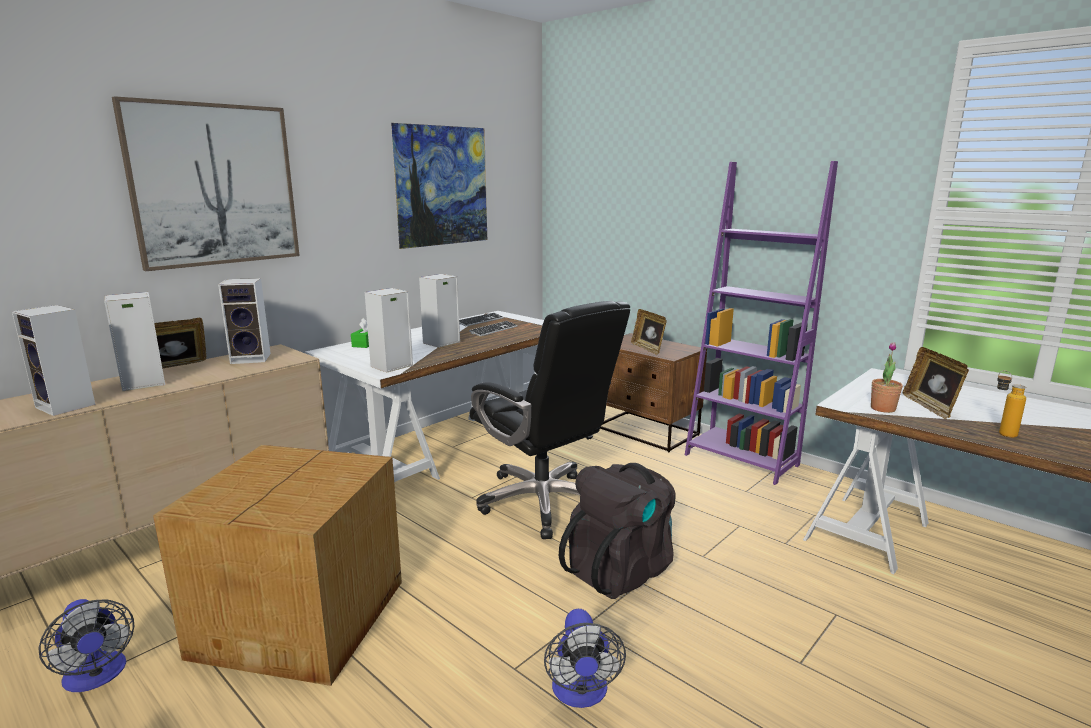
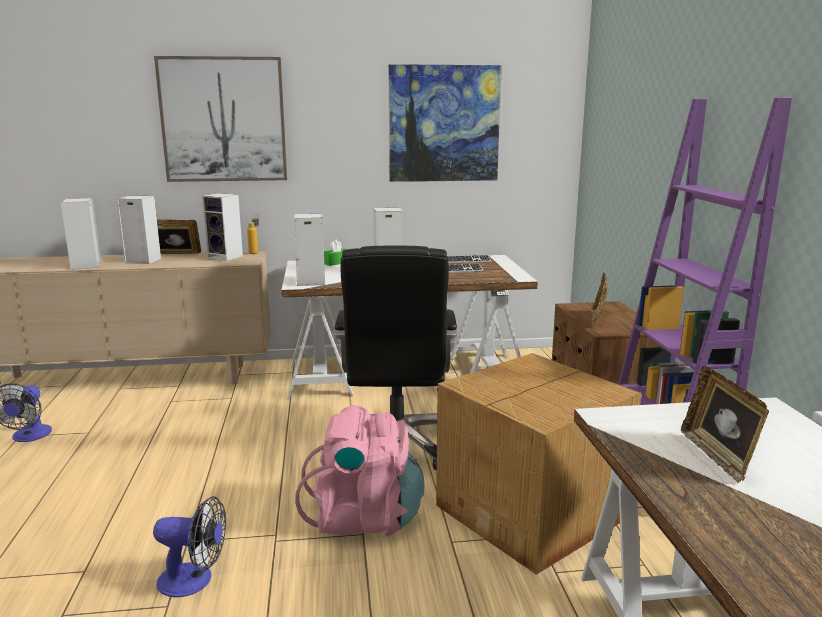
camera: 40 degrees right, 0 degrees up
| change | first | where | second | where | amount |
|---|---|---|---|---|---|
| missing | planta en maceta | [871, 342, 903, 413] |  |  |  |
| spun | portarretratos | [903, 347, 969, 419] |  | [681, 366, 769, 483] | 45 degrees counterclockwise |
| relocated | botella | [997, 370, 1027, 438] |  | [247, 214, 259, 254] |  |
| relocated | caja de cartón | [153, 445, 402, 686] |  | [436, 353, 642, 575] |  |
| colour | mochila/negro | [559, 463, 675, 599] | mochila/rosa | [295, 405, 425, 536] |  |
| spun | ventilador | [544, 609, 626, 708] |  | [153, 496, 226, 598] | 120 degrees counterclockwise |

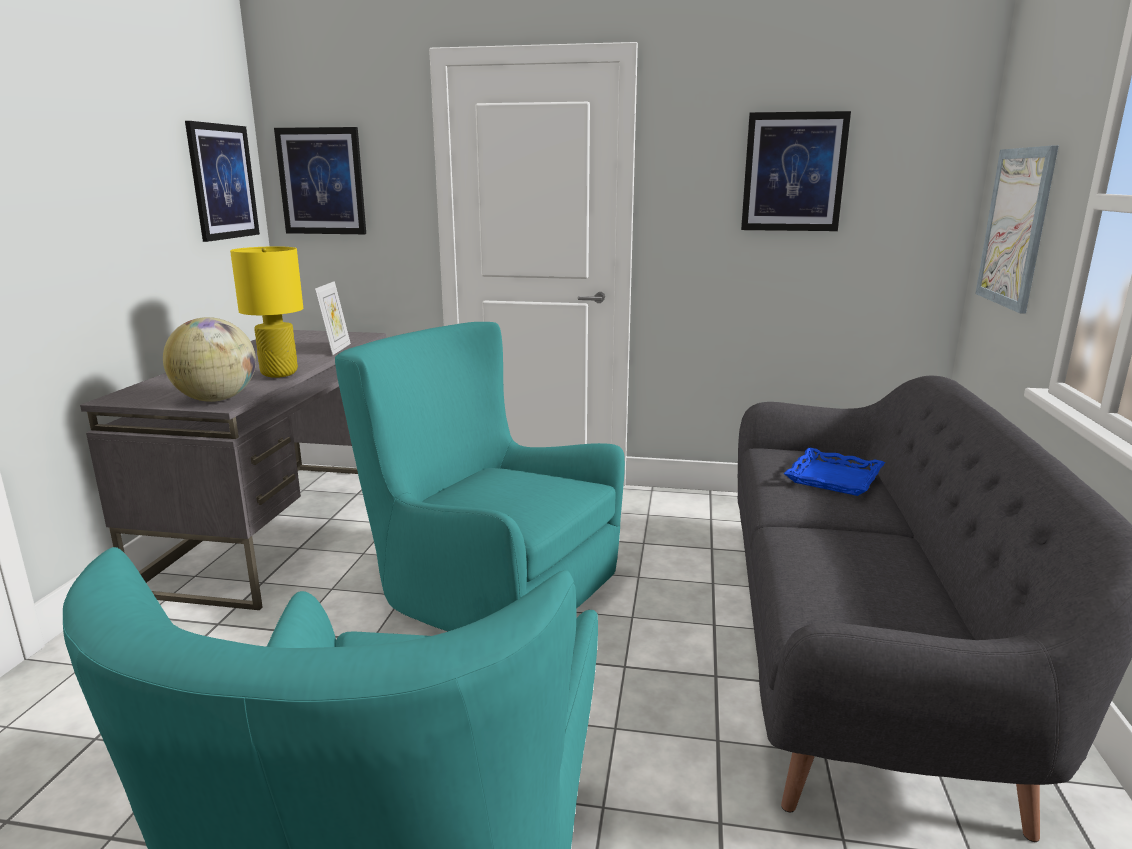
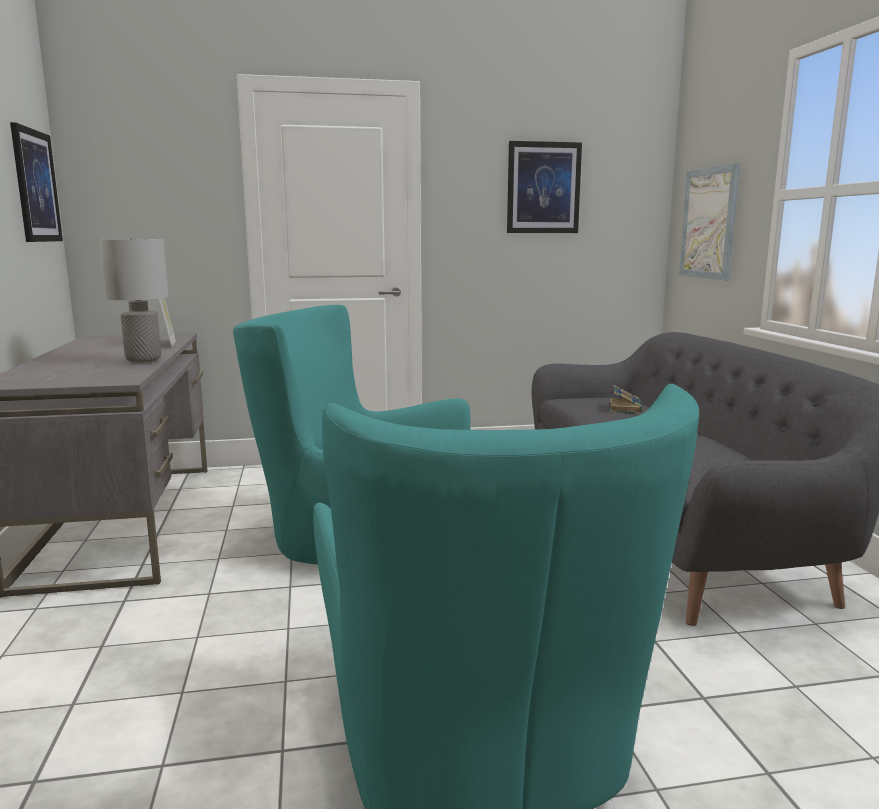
camera: 20 degrees left, 5 degrees down
| change | first | where | second | where | amount |
|---|---|---|---|---|---|
| missing | cuadro | [274, 127, 366, 234] |  |  |  |
| colour | lámpara de mesa/amarillo | [230, 246, 303, 378] | lámpara de mesa/gris | [99, 238, 169, 363] |  |
| missing | globo terráqueo | [163, 317, 256, 402] |  |  |  |
| exchanged | bandeja/azul | [784, 447, 885, 496] | libro | [608, 385, 642, 414] |  |

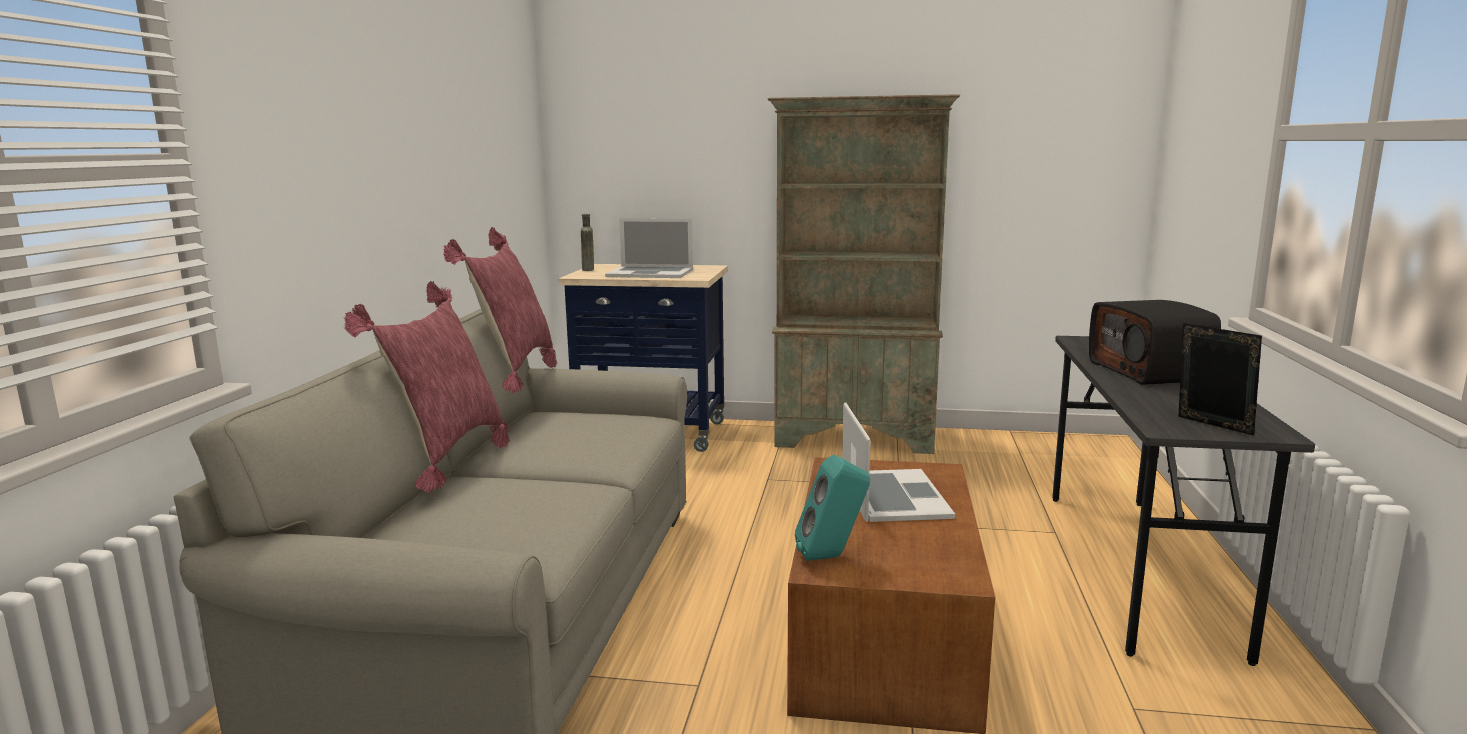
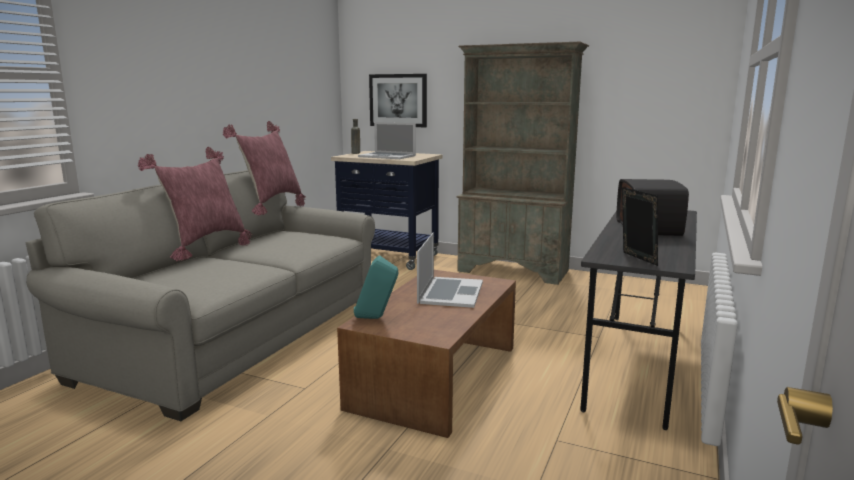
camera: 15 degrees right, 0 degrees up
| change | first | where | second | where | amount |
|---|---|---|---|---|---|
| appeared |  |  | cuadro | [369, 74, 427, 127] |  |

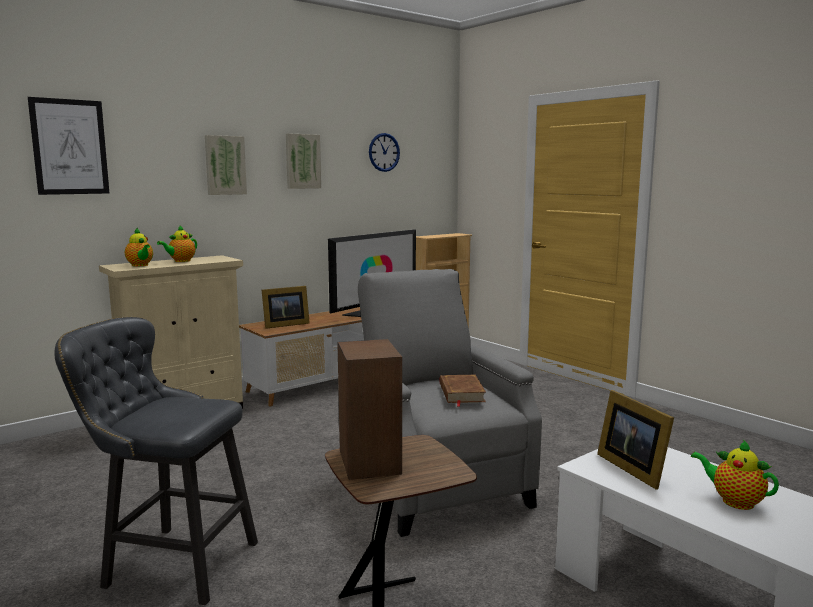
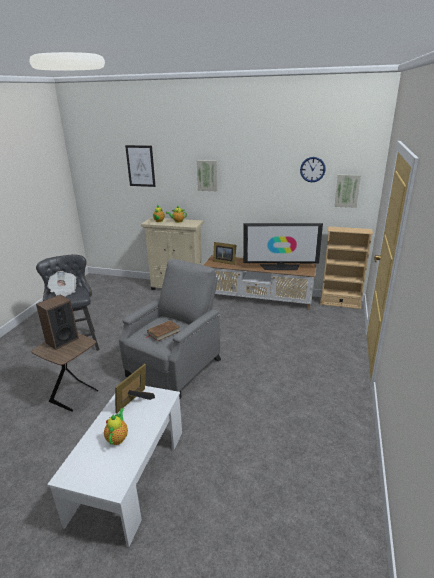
camera: 55 degrees right, 15 degrees up
| change | first | where | second | where | amount |
|---|---|---|---|---|---|
| relocated | cuadro | [286, 133, 321, 189] |  | [334, 174, 361, 208] |  |
| appeared |  |  | periódico | [47, 271, 76, 297] |  |

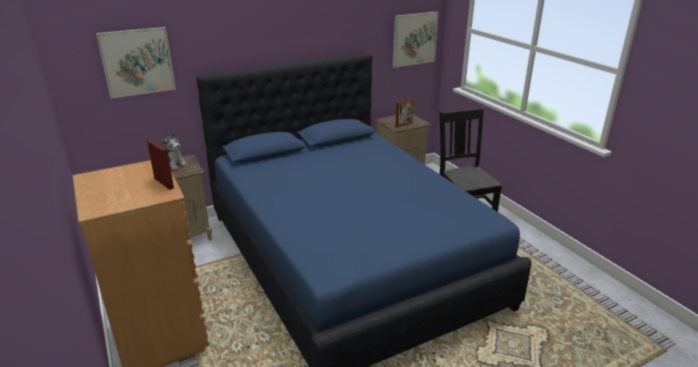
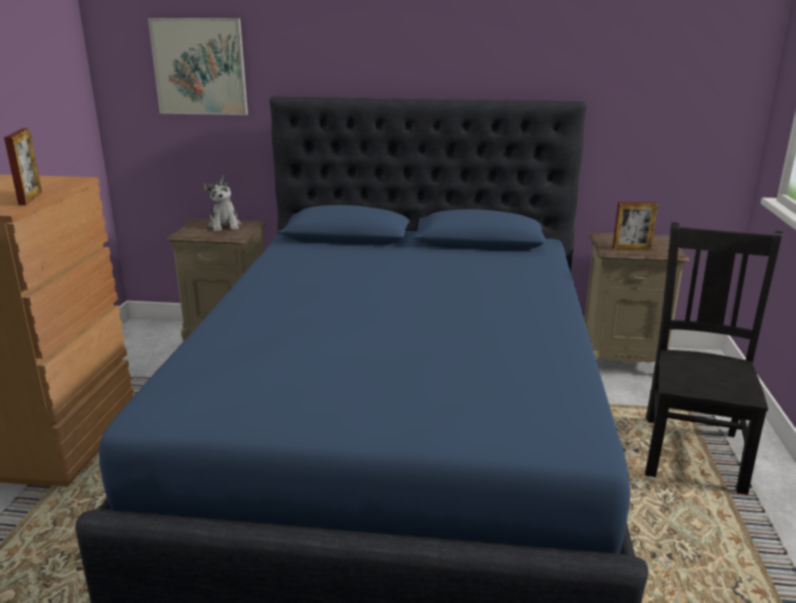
camera: 35 degrees right, 5 degrees down
| change | first | where | second | where | amount |
|---|---|---|---|---|---|
| missing | cuadro | [393, 12, 439, 68] |  |  |  |

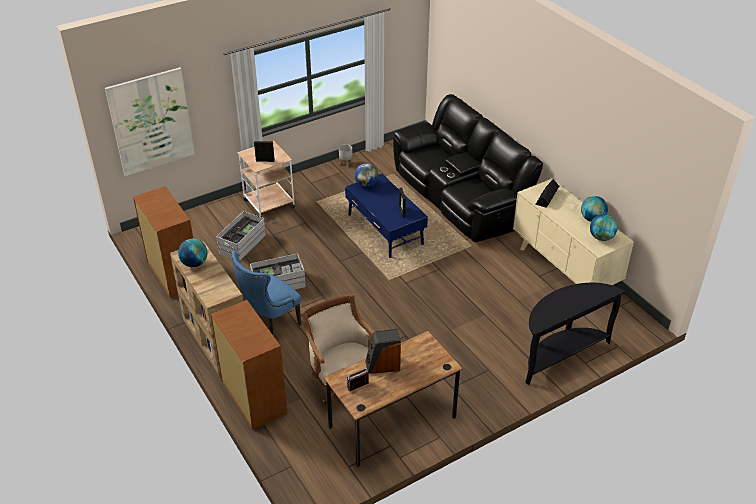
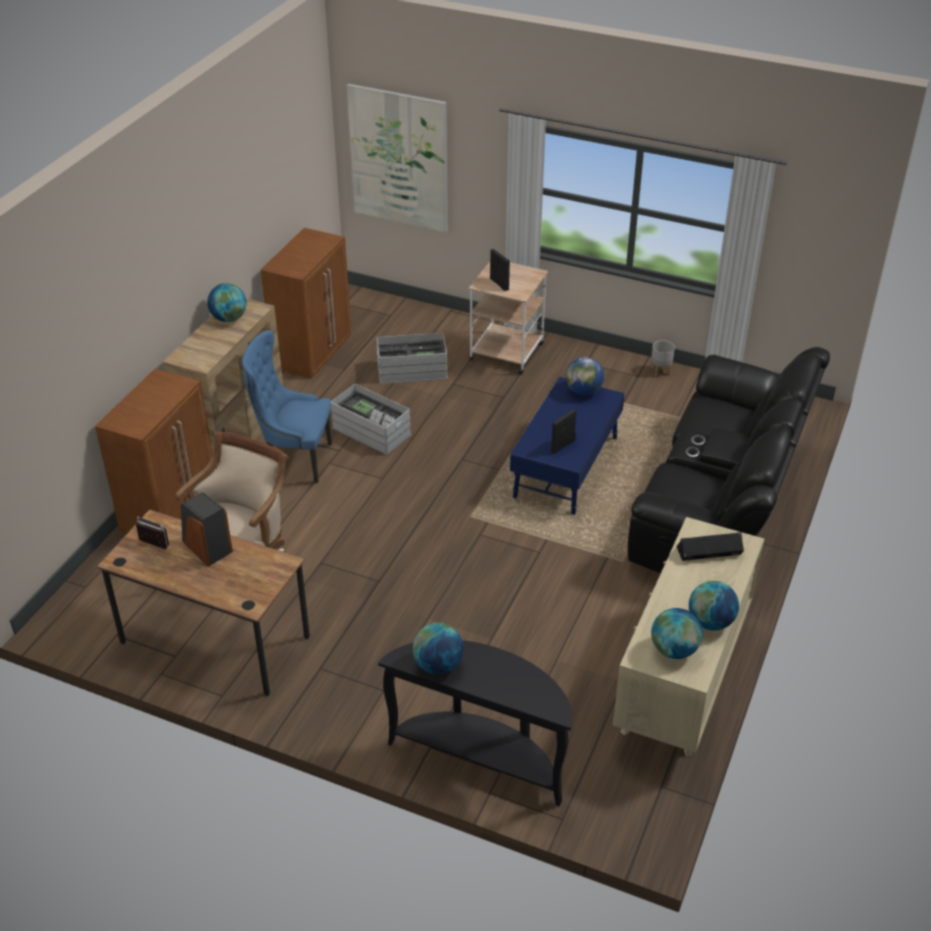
camera: 55 degrees right, 0 degrees up
| change | first | where | second | where | amount |
|---|---|---|---|---|---|
| appeared |  |  | globo terráqueo | [413, 623, 464, 674] |  |

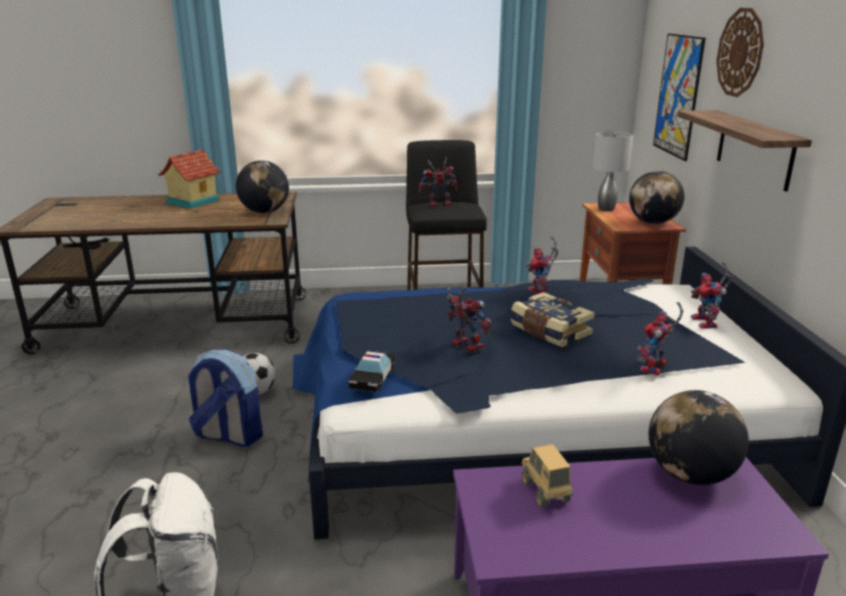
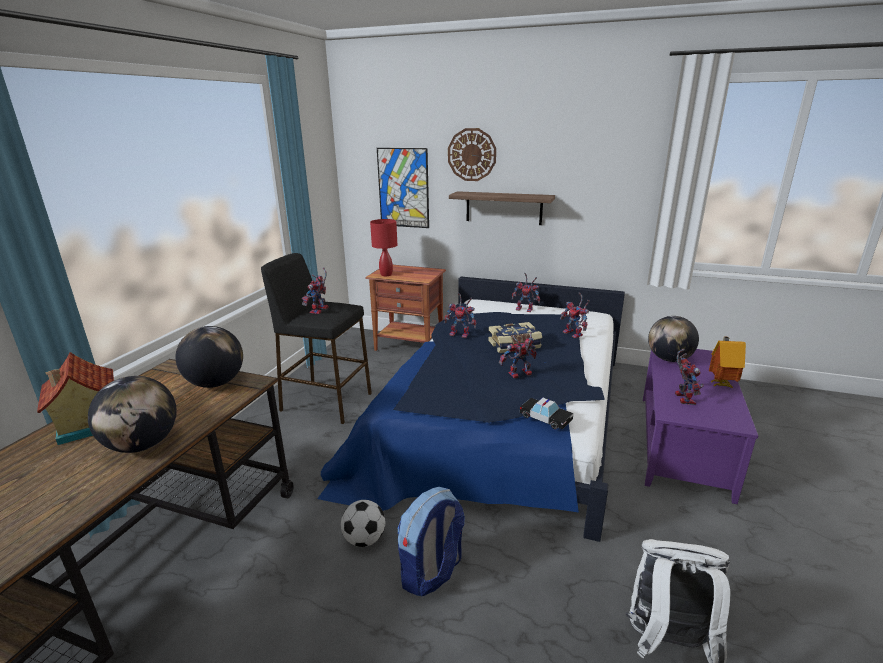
camera: 65 degrees left, 0 degrees up
| change | first | where | second | where | amount |
|---|---|---|---|---|---|
| colour | lámpara de mesa/gris | [593, 131, 633, 211] | lámpara de mesa/rojo | [370, 219, 397, 276] |  |
| relocated | globo terráqueo | [629, 171, 684, 224] |  | [88, 376, 177, 453] |  |
| exchanged | camión de juguete | [521, 444, 573, 507] | robot de juguete | [675, 349, 704, 405] |  |
| appeared |  |  | casita | [709, 337, 746, 388] |  |

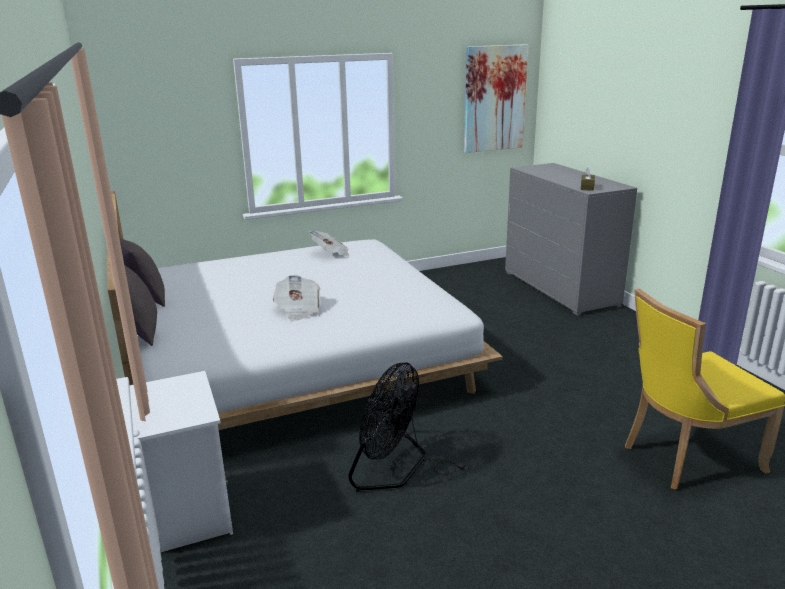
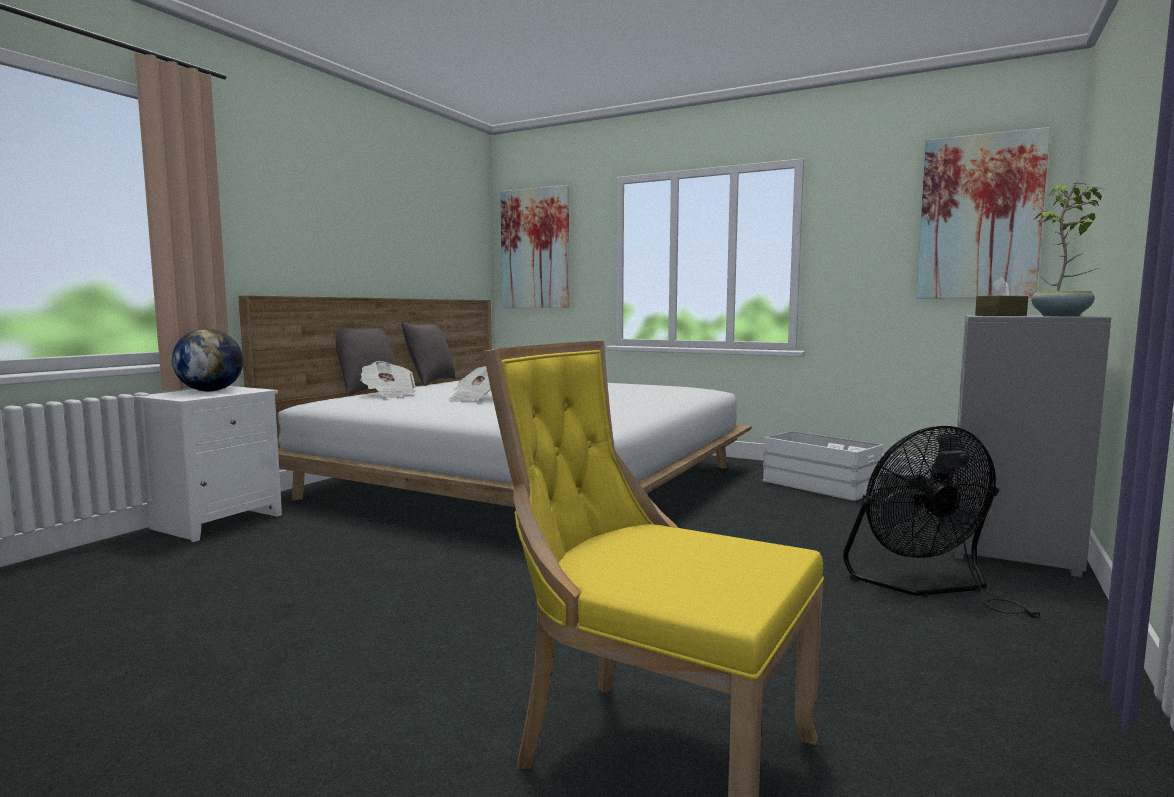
camera: 50 degrees right, 15 degrees down
| change | first | where | second | where | amount |
|---|---|---|---|---|---|
| relocated | periódico | [309, 231, 349, 256] |  | [361, 361, 415, 398] |  |
| relocated | ventilador/negro | [348, 363, 466, 492] |  | [843, 426, 1040, 618] |  |
| appeared |  |  | planta en maceta | [1031, 183, 1106, 316] |  |
| appeared |  |  | cuadro | [500, 185, 569, 308] |  |
| appeared |  |  | globo terráqueo | [172, 329, 243, 391] |  |
| appeared |  |  | caja de almacenaje/blanco | [762, 431, 883, 501] |  |

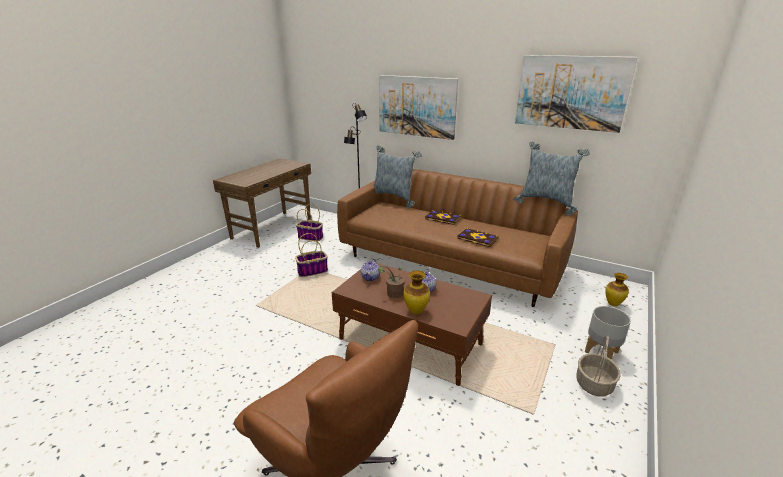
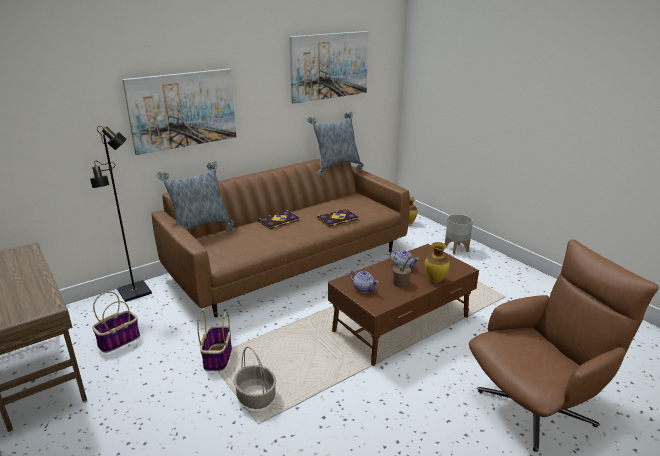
camera: 65 degrees left, 0 degrees up
| change | first | where | second | where | amount |
|---|---|---|---|---|---|
| relocated | cesta | [576, 336, 621, 397] |  | [234, 346, 276, 409] |  |

